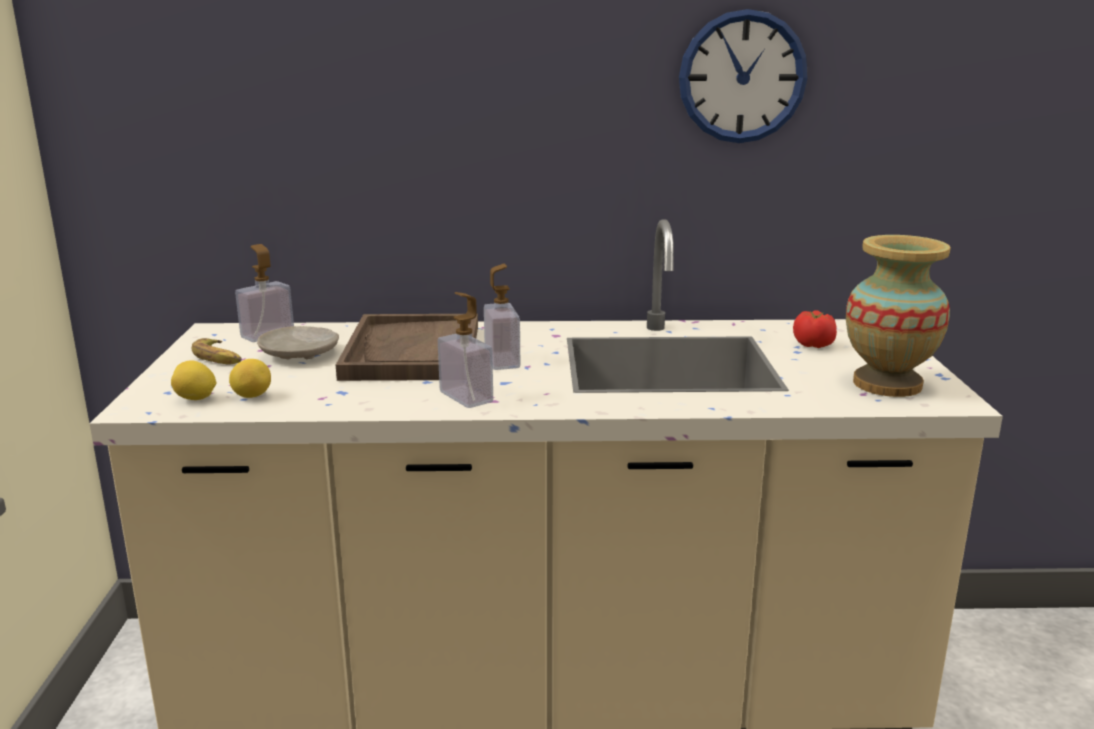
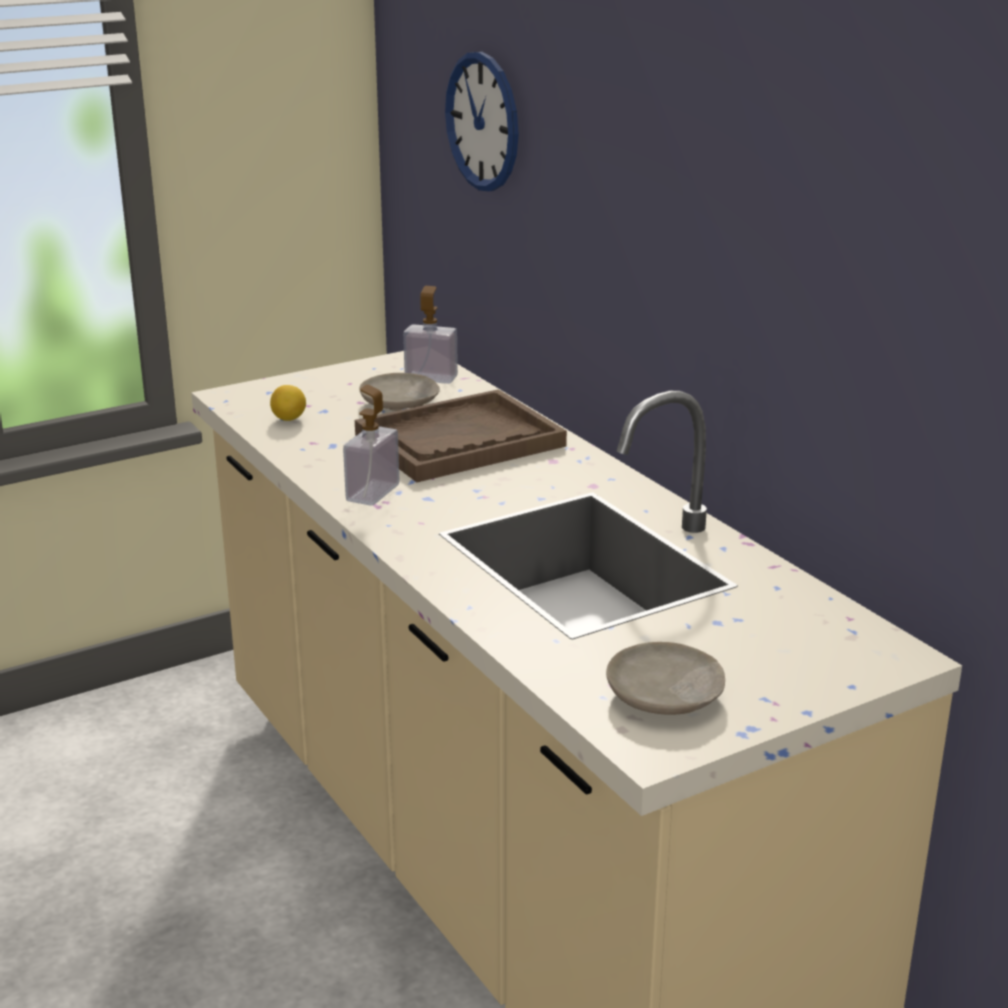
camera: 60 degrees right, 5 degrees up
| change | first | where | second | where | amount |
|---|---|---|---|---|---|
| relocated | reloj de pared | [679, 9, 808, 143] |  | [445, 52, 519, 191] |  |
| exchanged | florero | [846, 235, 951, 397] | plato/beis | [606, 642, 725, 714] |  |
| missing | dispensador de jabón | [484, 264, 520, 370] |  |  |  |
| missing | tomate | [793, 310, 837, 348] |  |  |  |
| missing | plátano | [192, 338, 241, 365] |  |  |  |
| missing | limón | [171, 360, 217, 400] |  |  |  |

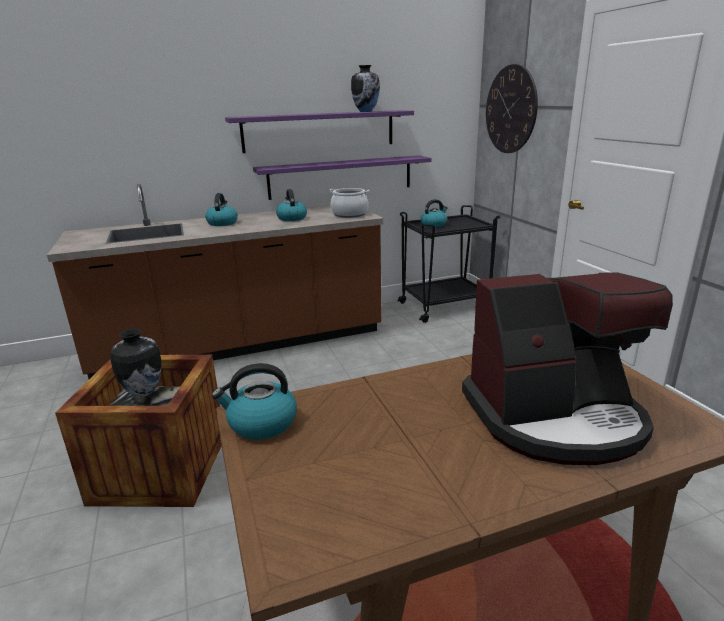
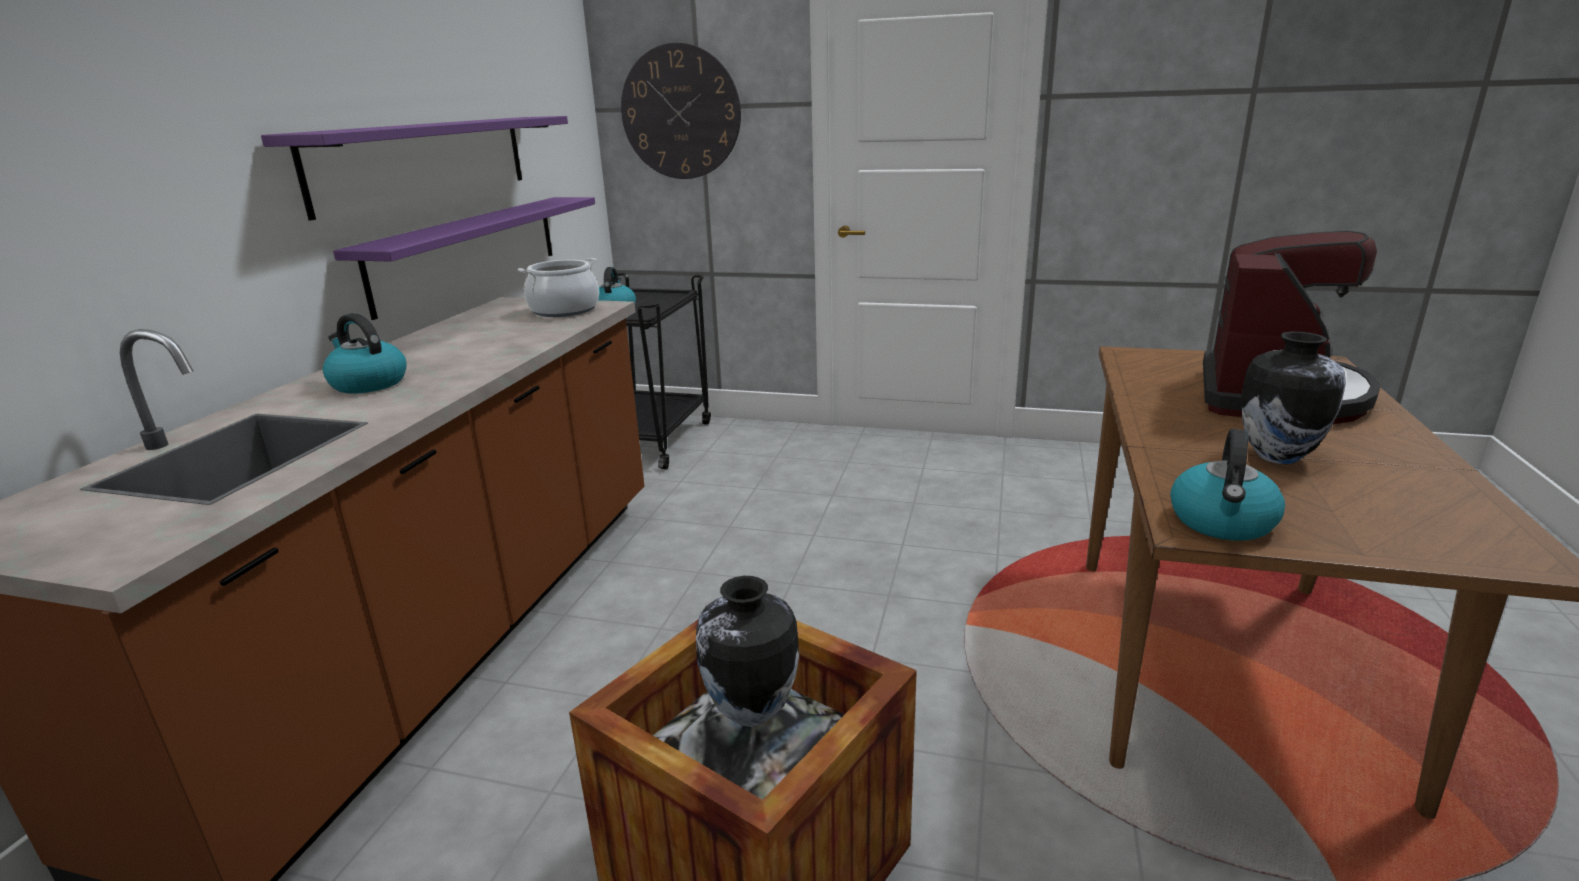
camera: 55 degrees left, 0 degrees up
| change | first | where | second | where | amount |
|---|---|---|---|---|---|
| relocated | florero | [351, 65, 380, 112] |  | [1242, 332, 1346, 464] |  |
| missing | hervidor | [276, 189, 307, 221] |  |  |  |

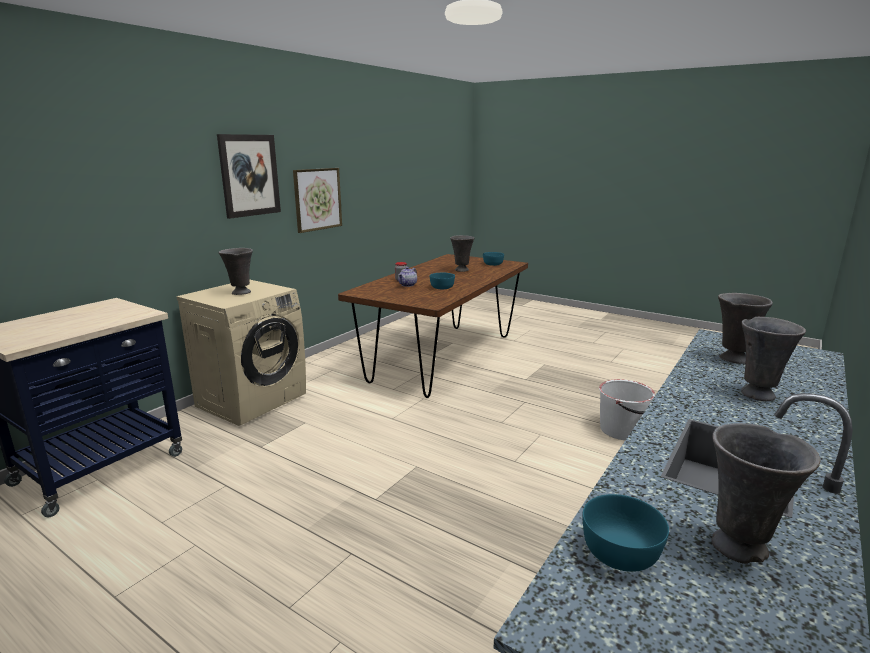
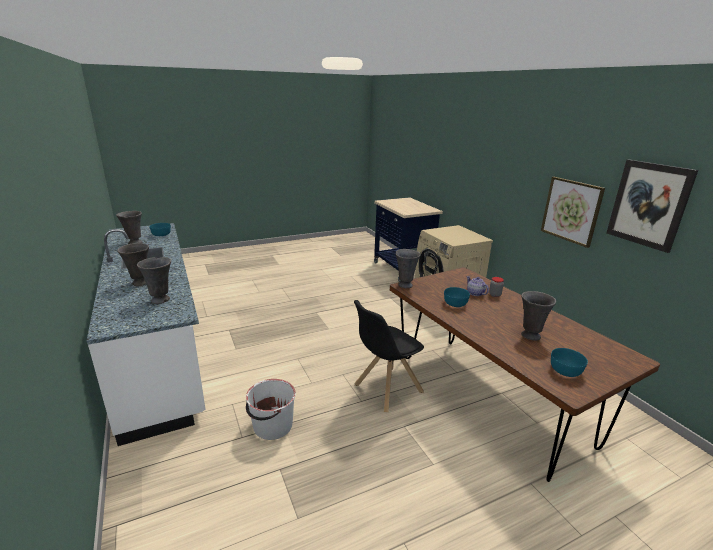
camera: 120 degrees right, 5 degrees up
| change | first | where | second | where | amount |
|---|---|---|---|---|---|
| relocated | cuadro | [217, 134, 281, 219] |  | [606, 159, 698, 253] |  |
| relocated | florero/gris | [218, 248, 253, 295] |  | [396, 249, 421, 288] |  |
| appeared |  |  | silla/negro | [354, 300, 424, 412] |  |

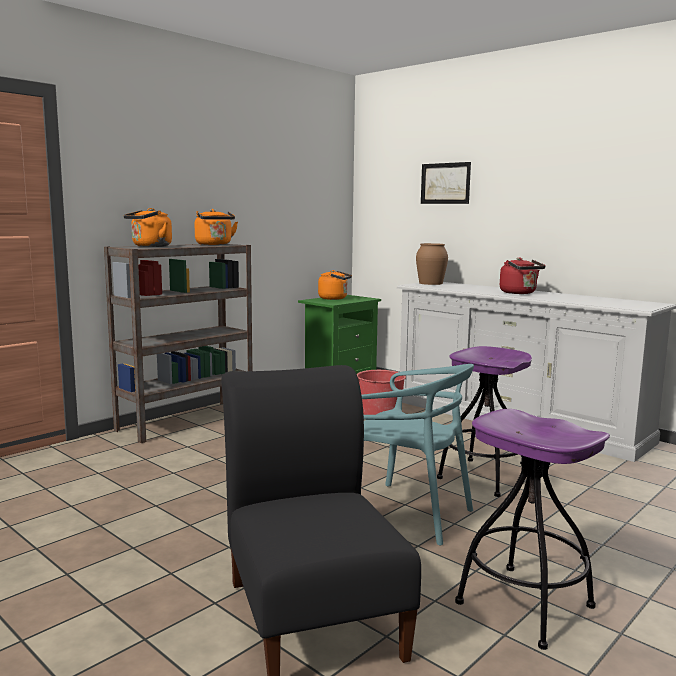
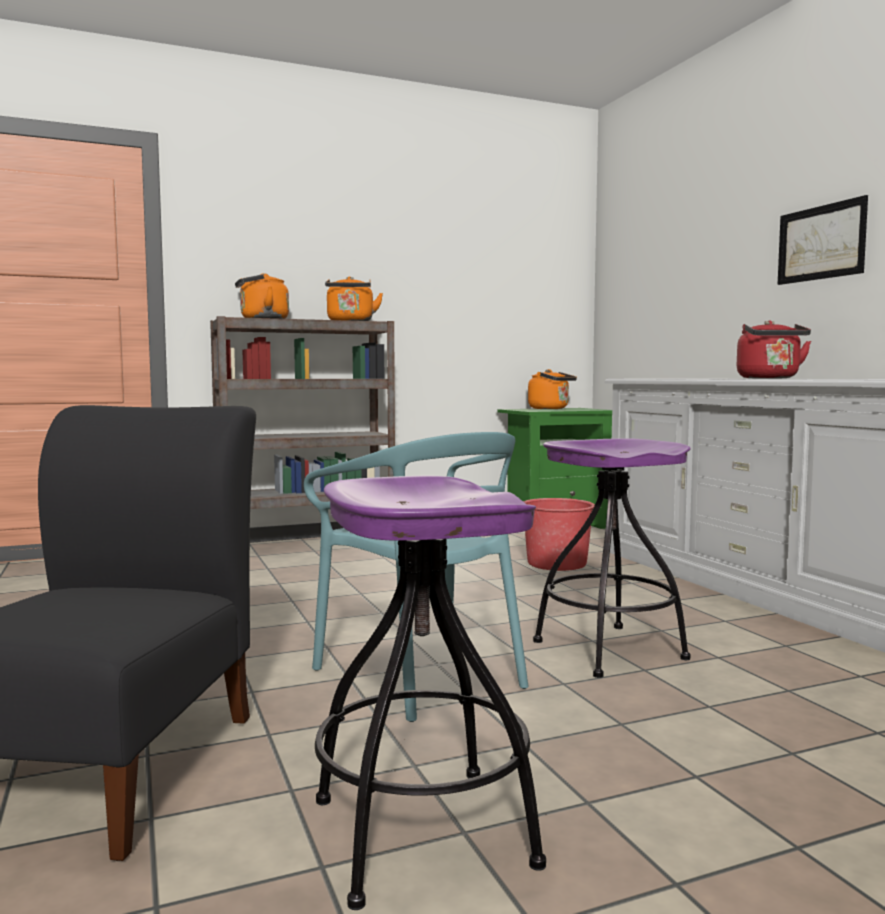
camera: 25 degrees right, 5 degrees down
| change | first | where | second | where | amount |
|---|---|---|---|---|---|
| relocated | cuadro | [421, 162, 471, 204] |  | [778, 195, 868, 285] |  |
| missing | florero/marrón | [416, 243, 448, 285] |  |  |  |

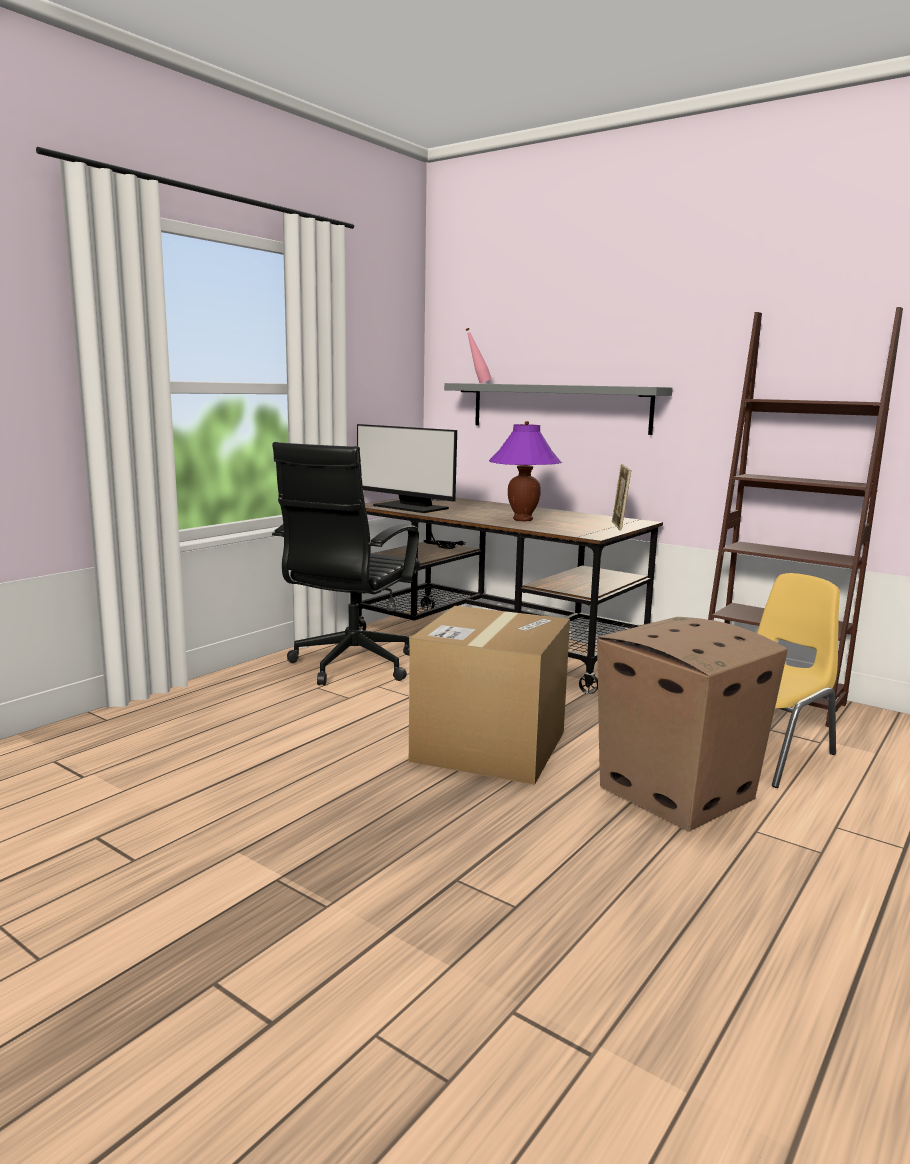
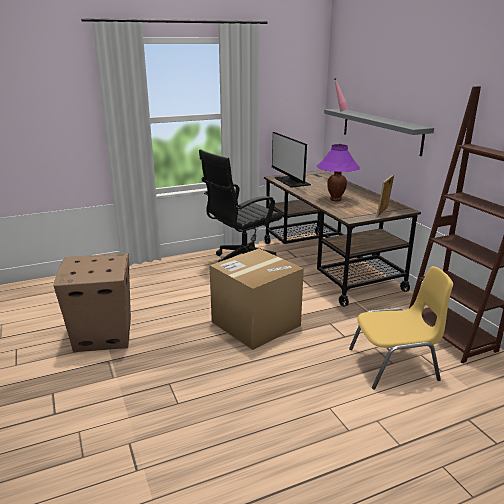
camera: 30 degrees right, 10 degrees up
| change | first | where | second | where | amount |
|---|---|---|---|---|---|
| relocated | caja de cartón | [597, 617, 788, 832] |  | [53, 253, 131, 352] |  |

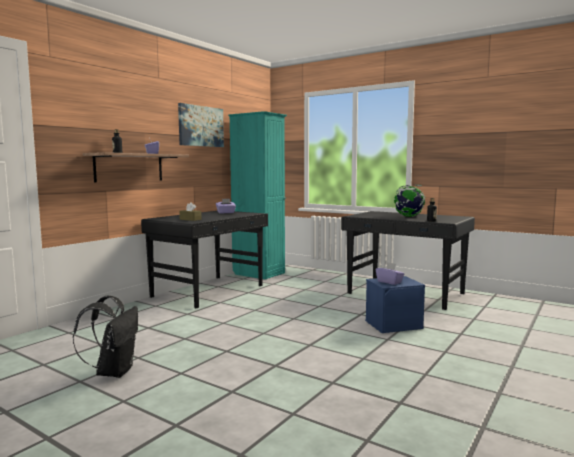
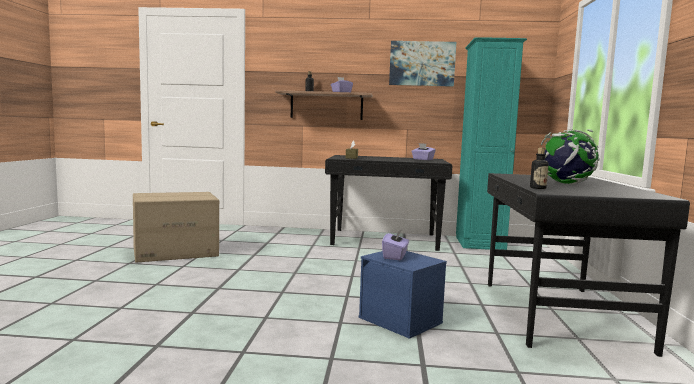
camera: 60 degrees right, 0 degrees up
| change | first | where | second | where | amount |
|---|---|---|---|---|---|
| exchanged | mochila/negro | [73, 296, 138, 378] | caja de cartón | [133, 192, 219, 263] |  |

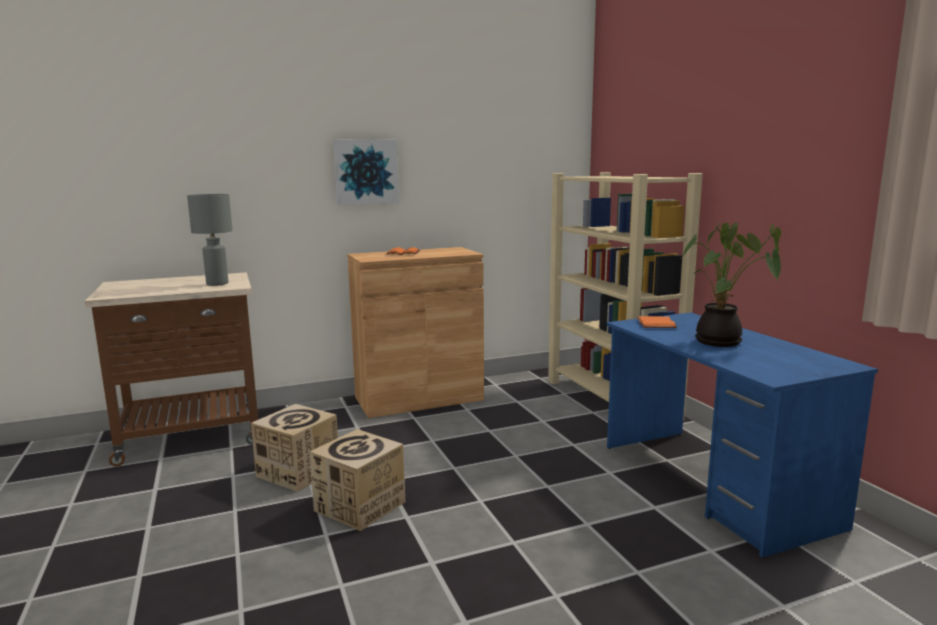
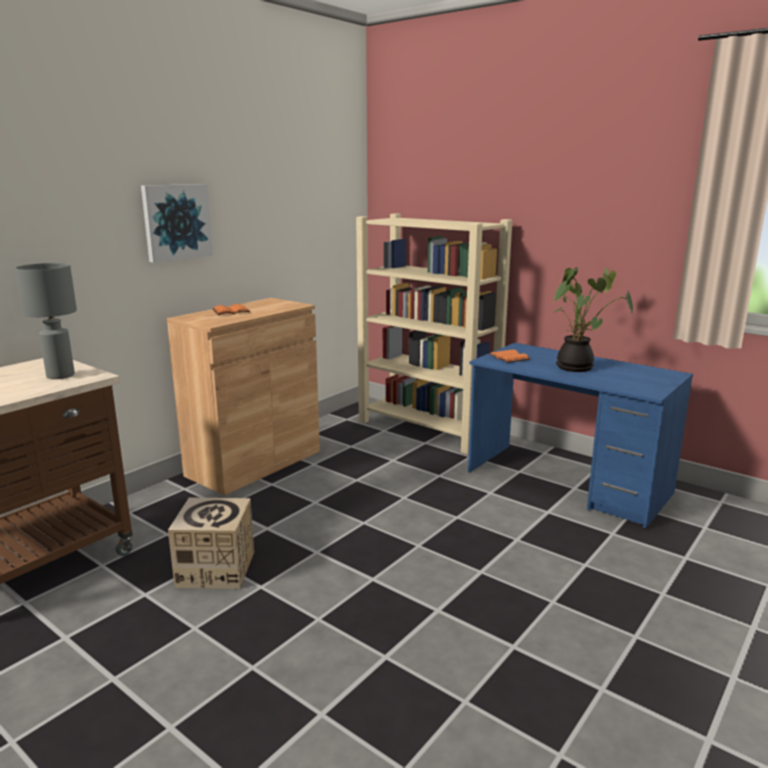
camera: 30 degrees left, 5 degrees up
| change | first | where | second | where | amount |
|---|---|---|---|---|---|
| missing | caja de cartón | [310, 429, 405, 531] |  |  |  |

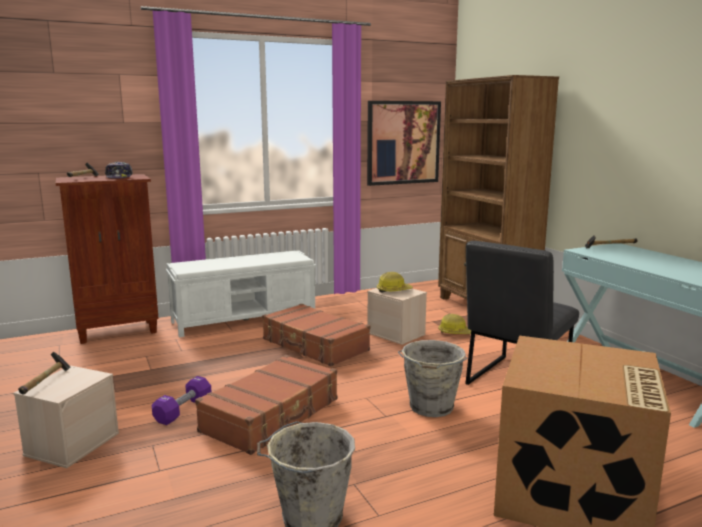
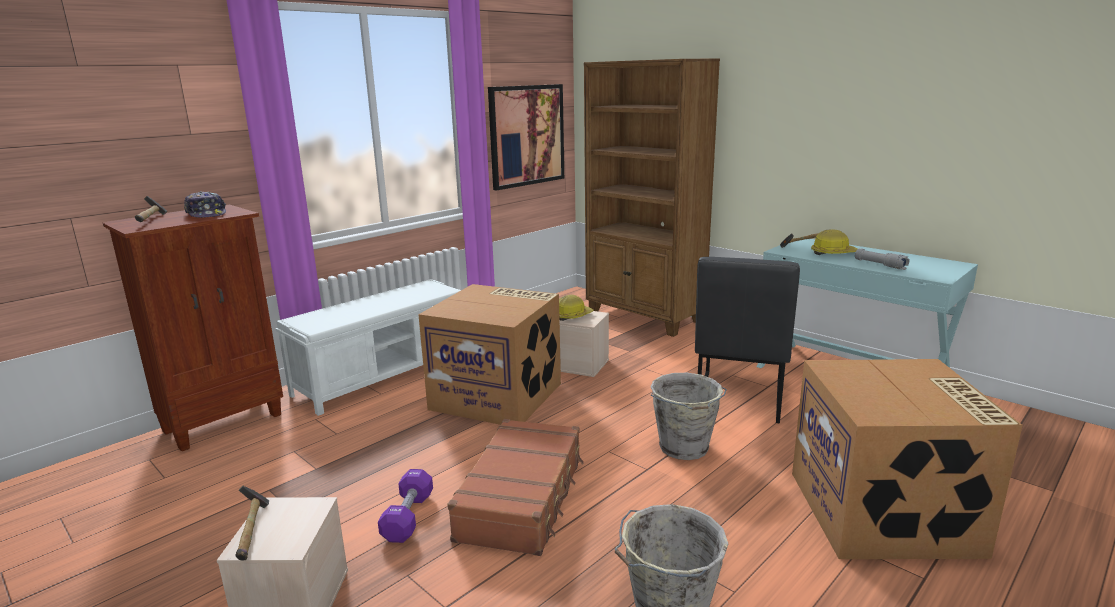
camera: 20 degrees left, 5 degrees up
| change | first | where | second | where | amount |
|---|---|---|---|---|---|
| exchanged | maleta/marrón | [262, 304, 370, 366] | caja de cartón | [418, 284, 561, 425] |  |
| relocated | casco | [438, 314, 471, 334] |  | [811, 229, 858, 255] |  |
| appeared |  |  | linterna/gris | [855, 248, 909, 270] |  |

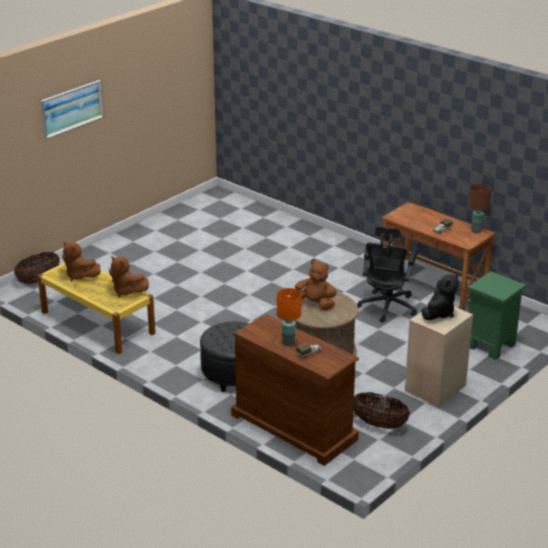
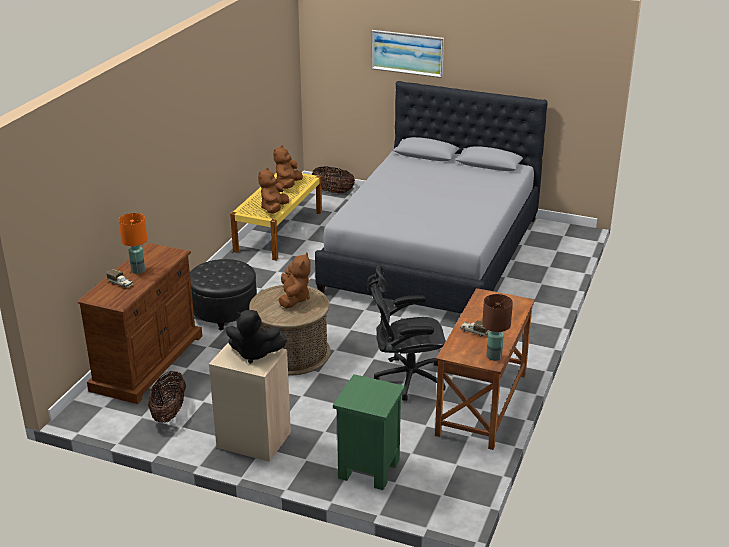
camera: 70 degrees right, 0 degrees up
| change | first | where | second | where | amount |
|---|---|---|---|---|---|
| appeared |  |  | cama/gris | [315, 81, 548, 314] |  |

